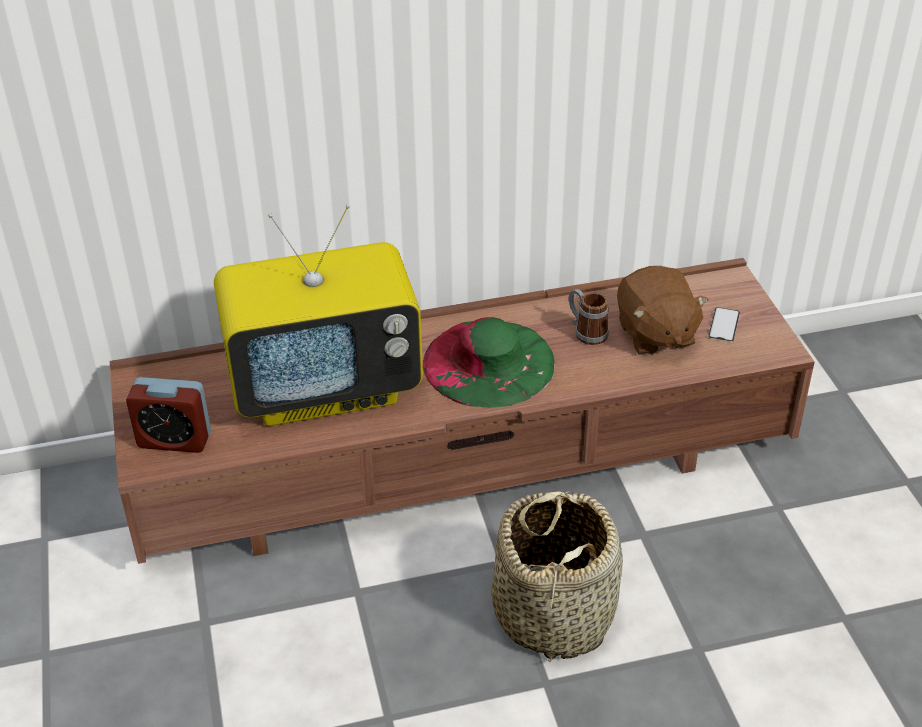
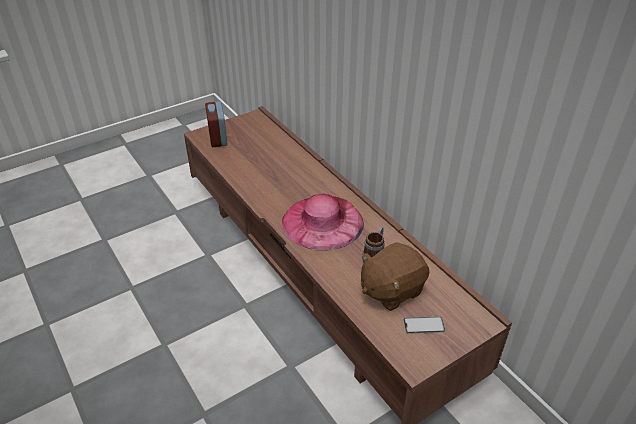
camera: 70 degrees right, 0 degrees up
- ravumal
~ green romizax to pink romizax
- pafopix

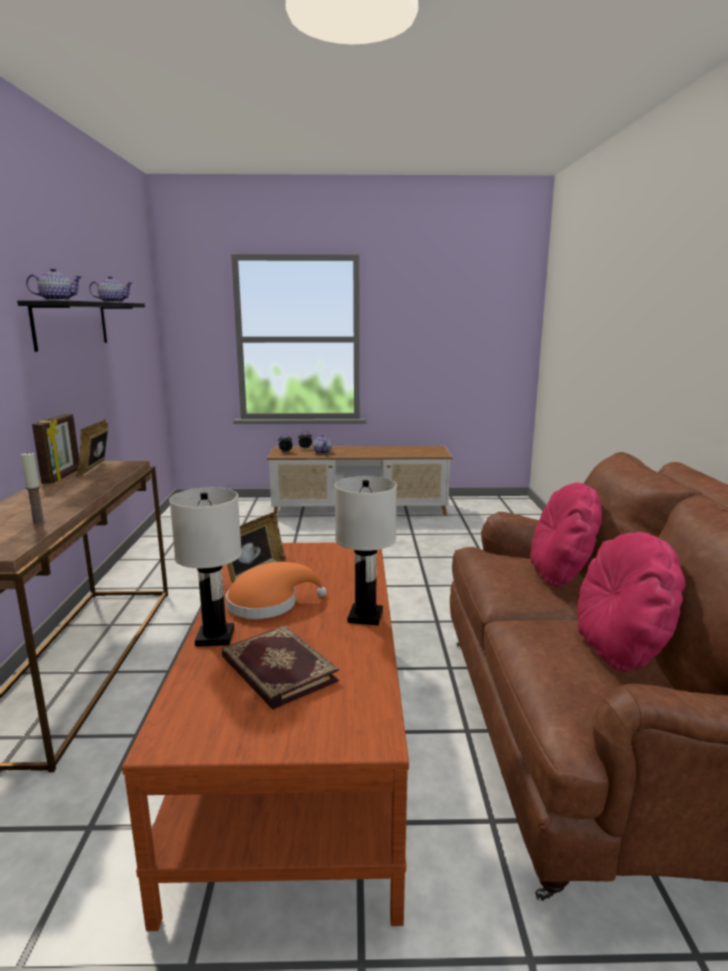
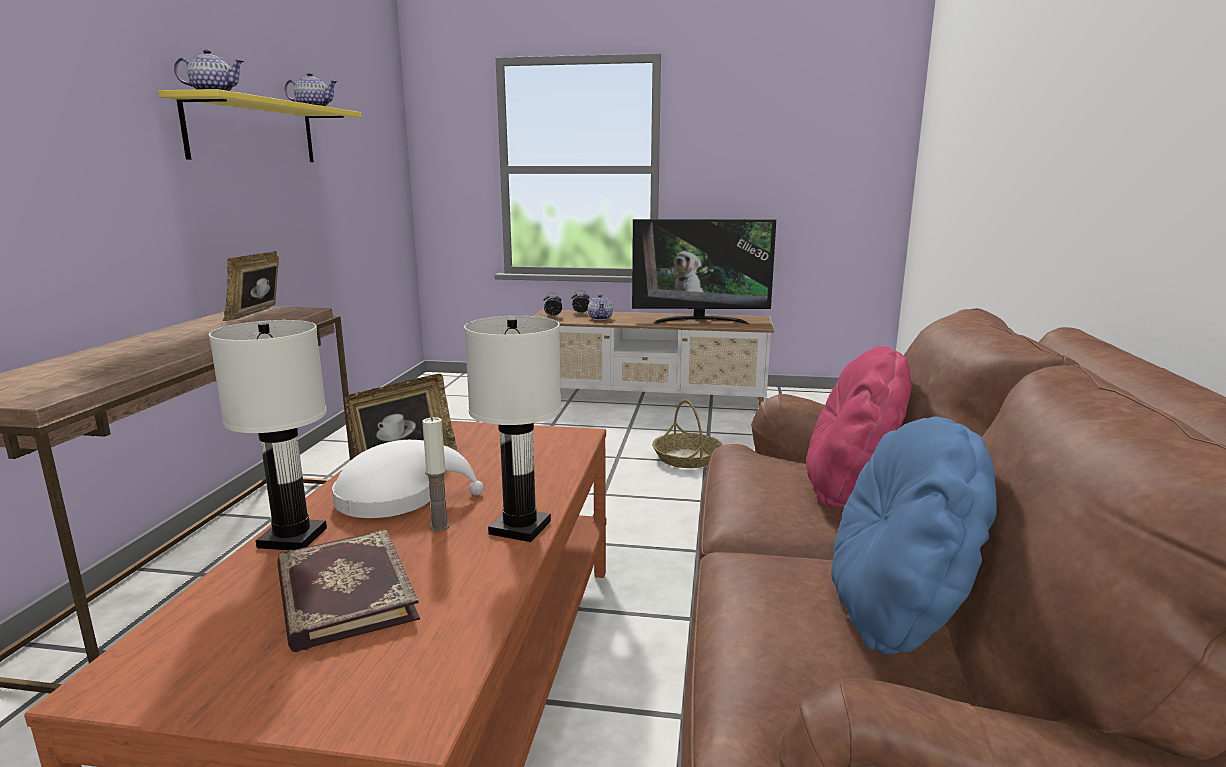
camera: 10 degrees right, 0 degrees up
~ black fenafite to yellow fenafite
~ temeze
- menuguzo (no. 1 from left)
~ orange romizax to white romizax
~ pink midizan (no. 2 from left) to blue midizan
+ ravumal
+ pafopix

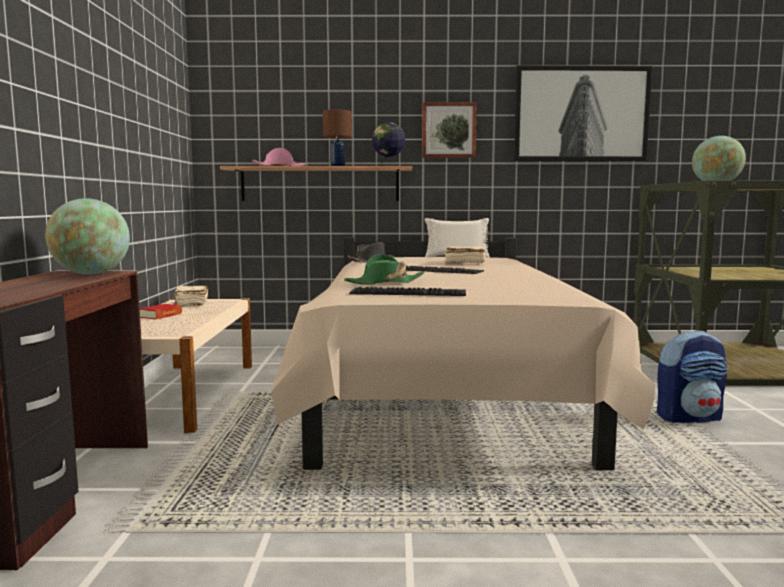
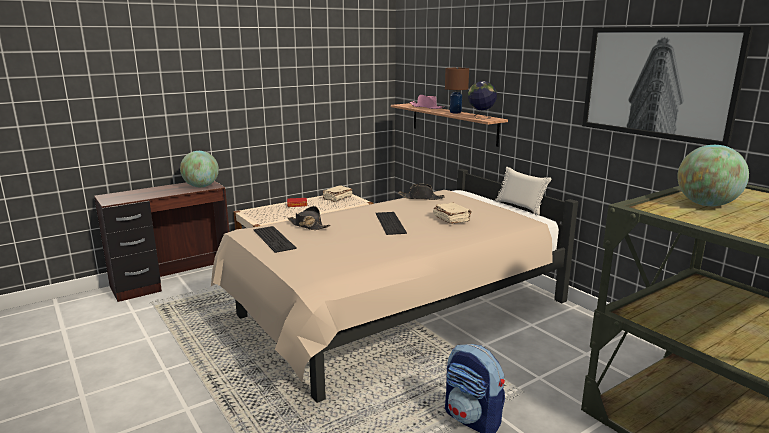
camera: 55 degrees right, 10 degrees up
~ green romizax to black romizax (no. 1 from left)
- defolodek (no. 1 from left)

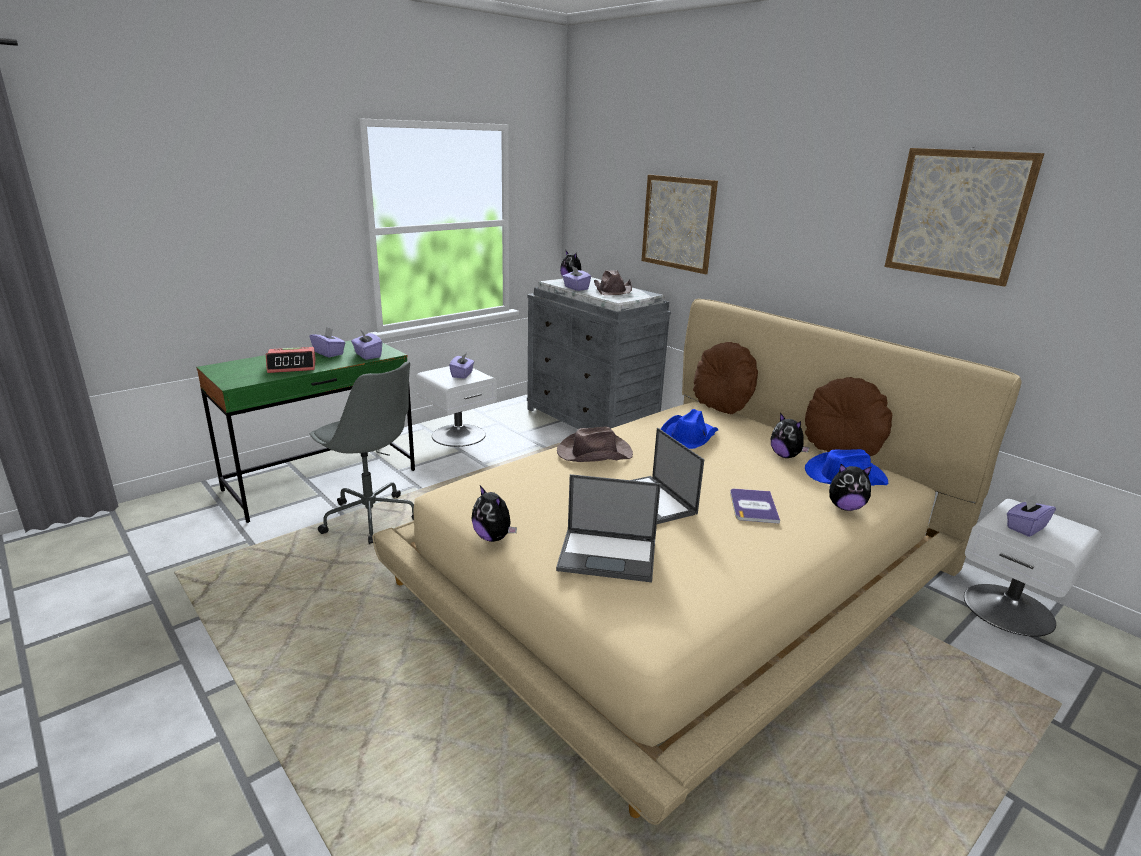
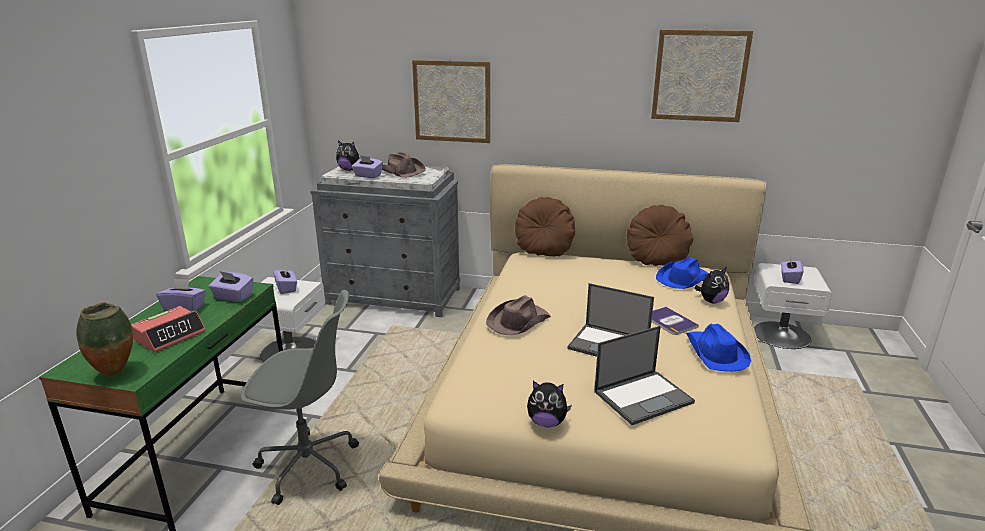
camera: 35 degrees left, 0 degrees up
~ blue romizax (no. 1 from left in the first image) to blue romizax (no. 2 from left)
- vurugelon (no. 3 from left)
+ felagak

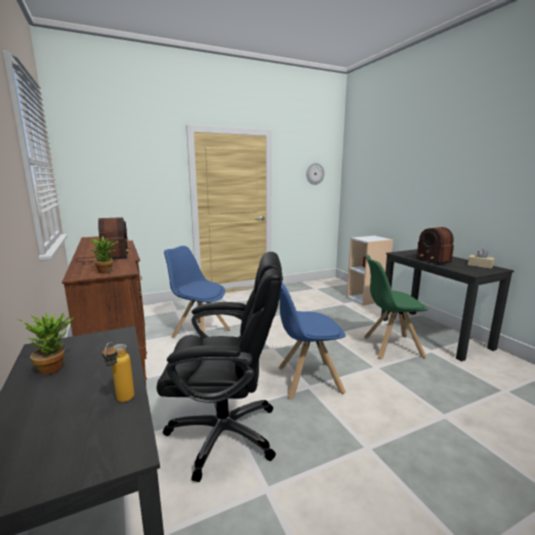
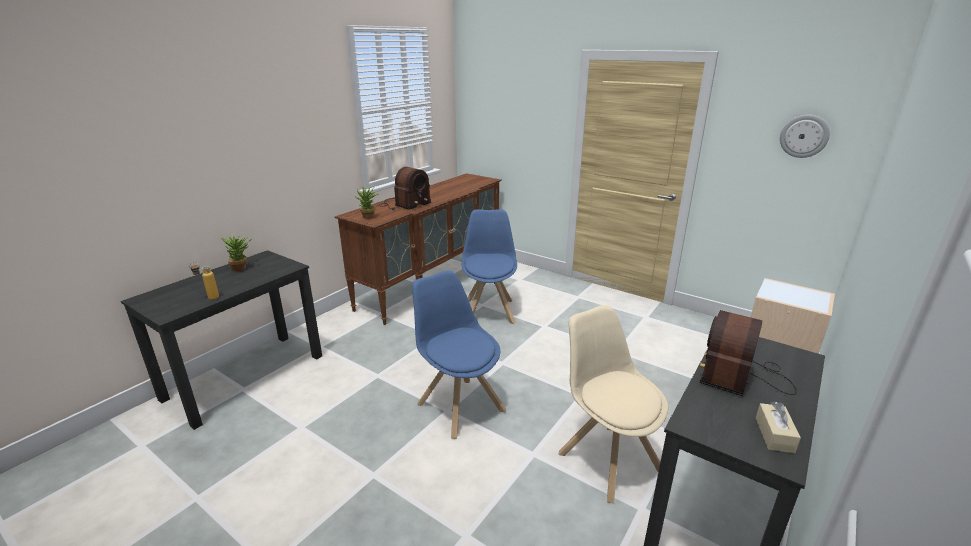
camera: 60 degrees right, 10 degrees up
- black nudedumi
~ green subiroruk to beige subiroruk

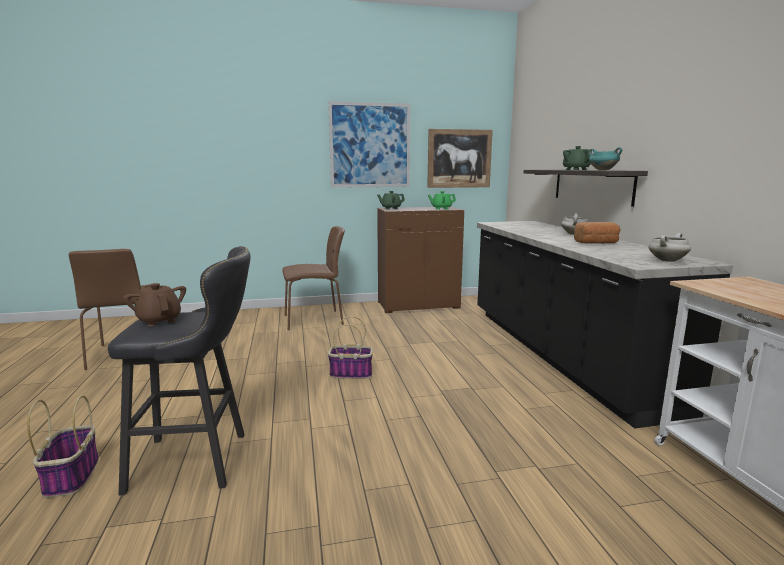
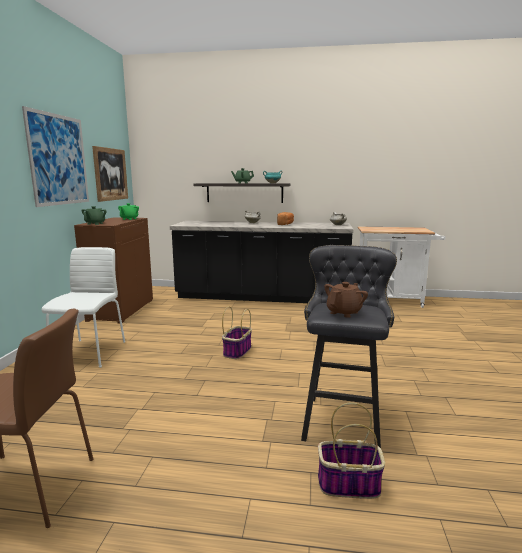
camera: 70 degrees left, 0 degrees up
~ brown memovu 150 degrees clockwise
~ brown subiroruk (no. 2 from left) to white subiroruk

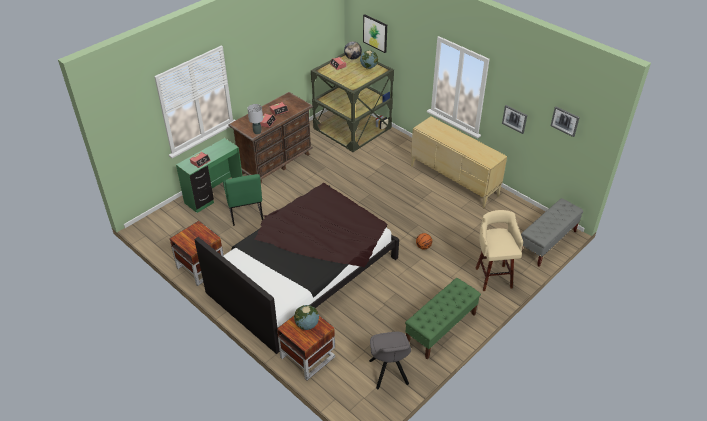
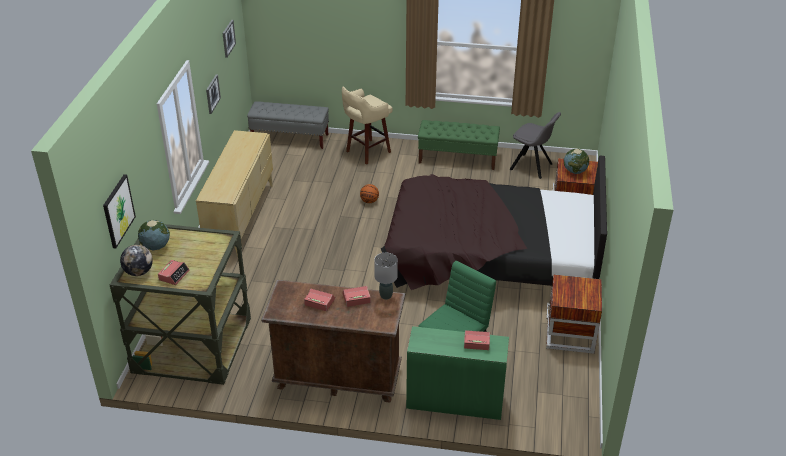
camera: 125 degrees left, 5 degrees down
~ grey subiroruk 75 degrees clockwise

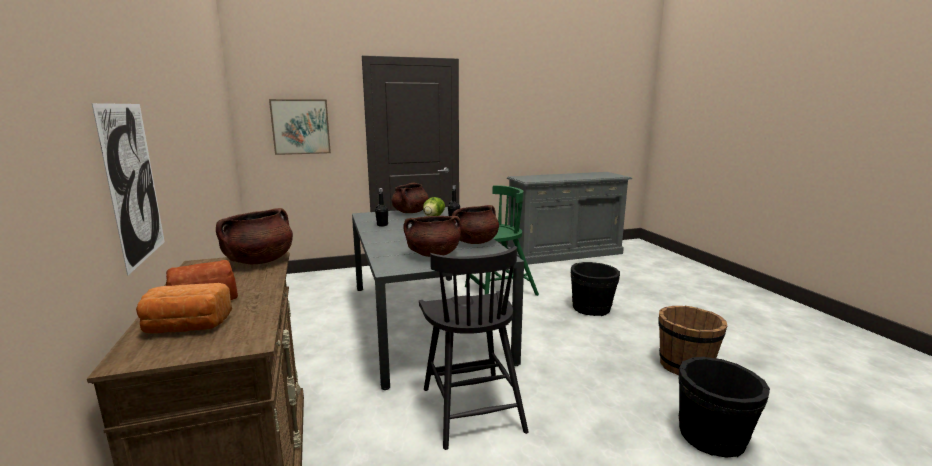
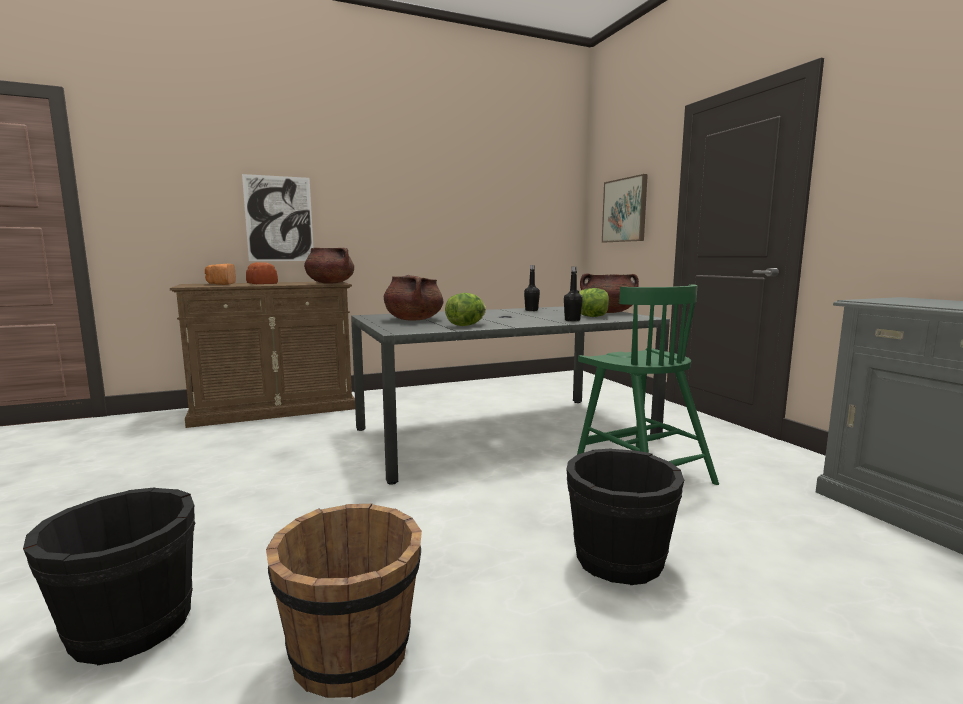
camera: 85 degrees right, 5 degrees down
- black subiroruk
~ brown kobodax (no. 4 from left) to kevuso (no. 1 from left)

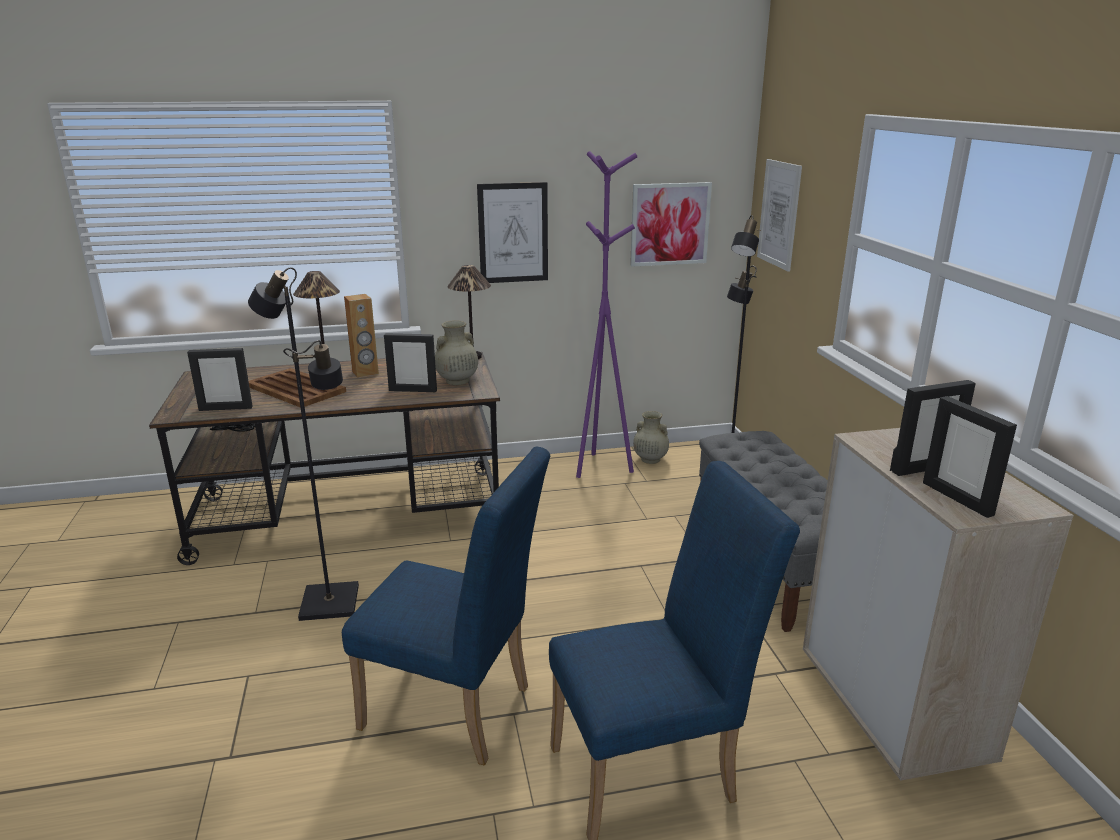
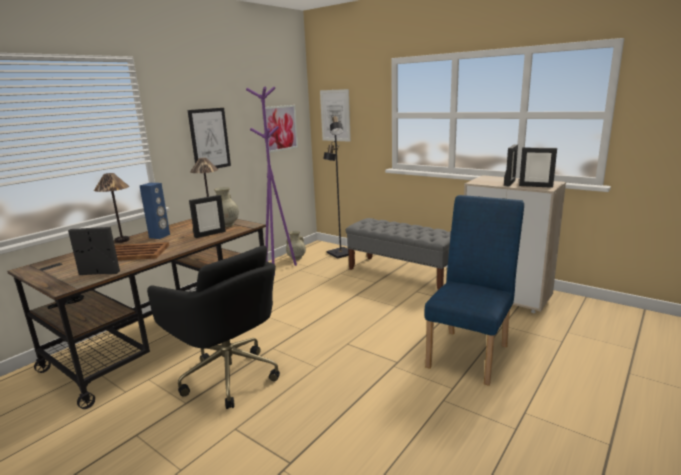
camera: 40 degrees left, 5 degrees down
~ menuguzo (no. 1 from left) 135 degrees counterclockwise
~ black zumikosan (no. 1 from left) to black nudedumi
- blue subiroruk (no. 1 from left)
~ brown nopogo to blue nopogo

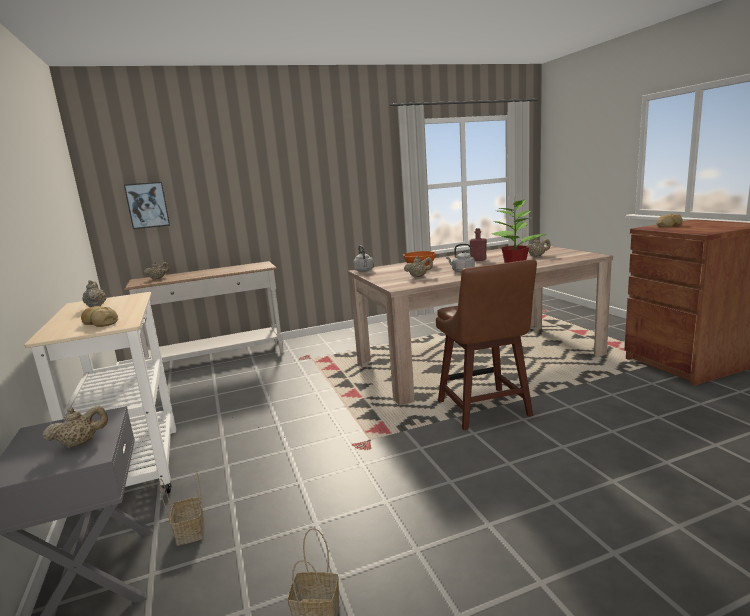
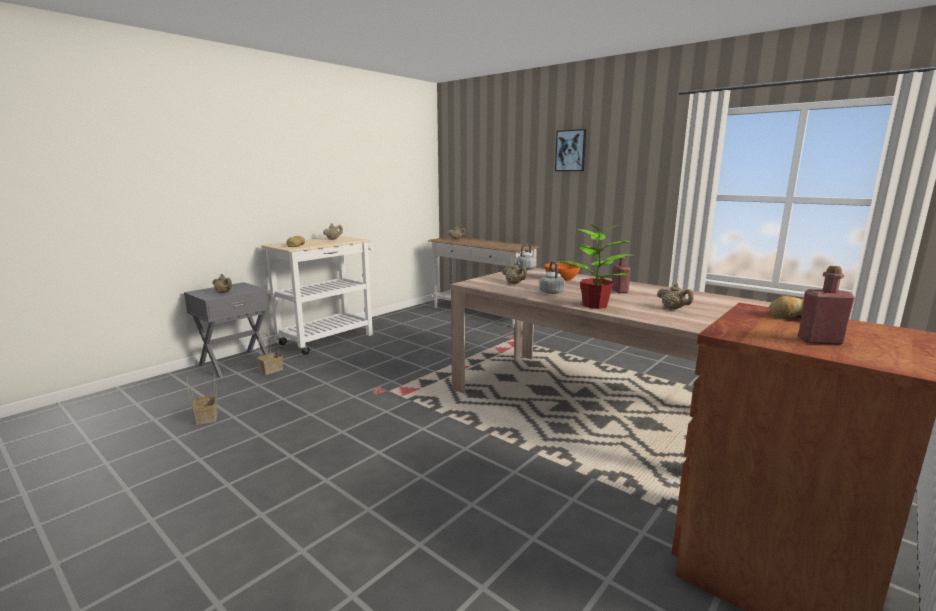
camera: 60 degrees right, 0 degrees up
~ defolodek
- brown subiroruk
+ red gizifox (no. 2 from left)

